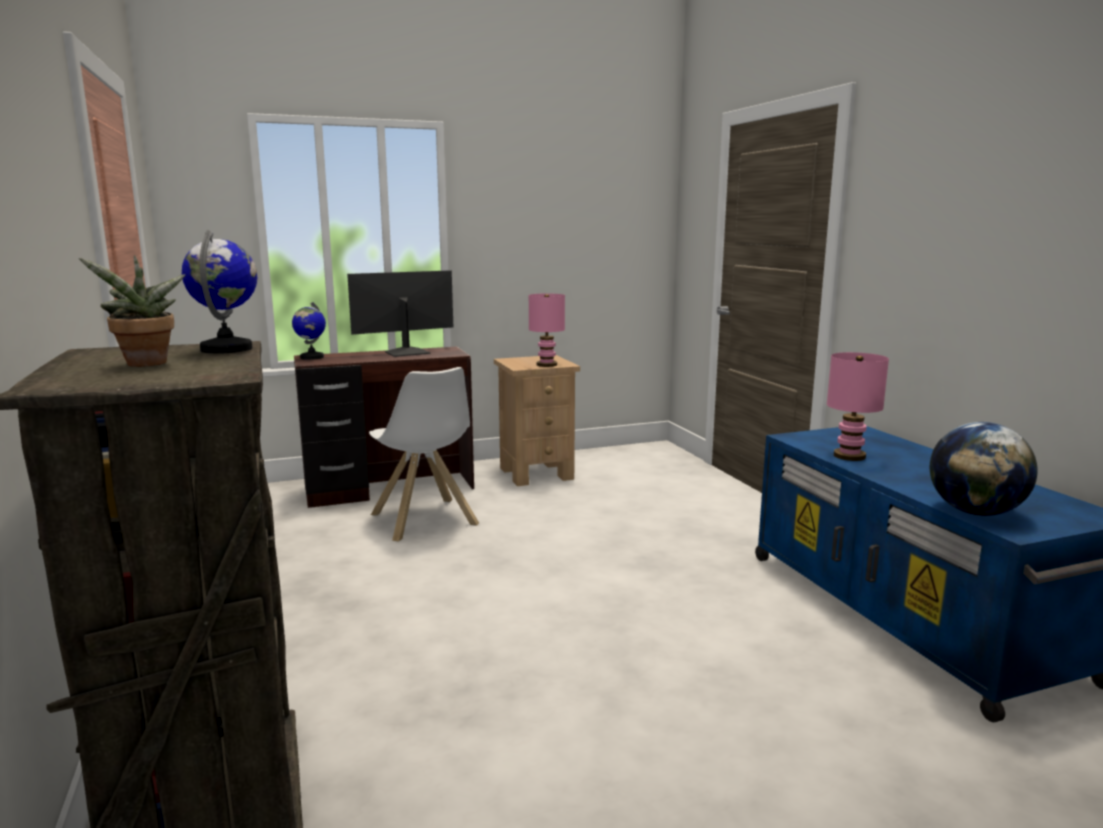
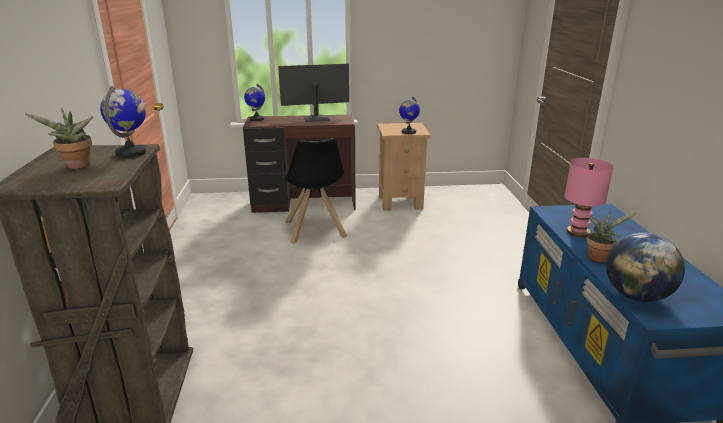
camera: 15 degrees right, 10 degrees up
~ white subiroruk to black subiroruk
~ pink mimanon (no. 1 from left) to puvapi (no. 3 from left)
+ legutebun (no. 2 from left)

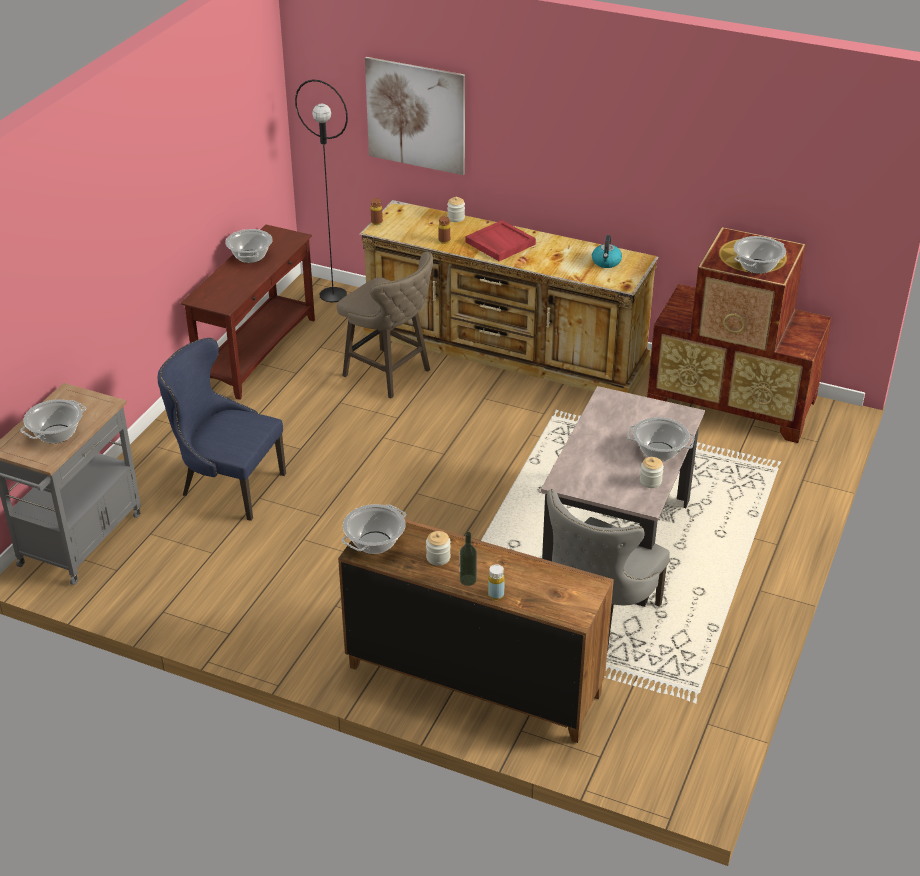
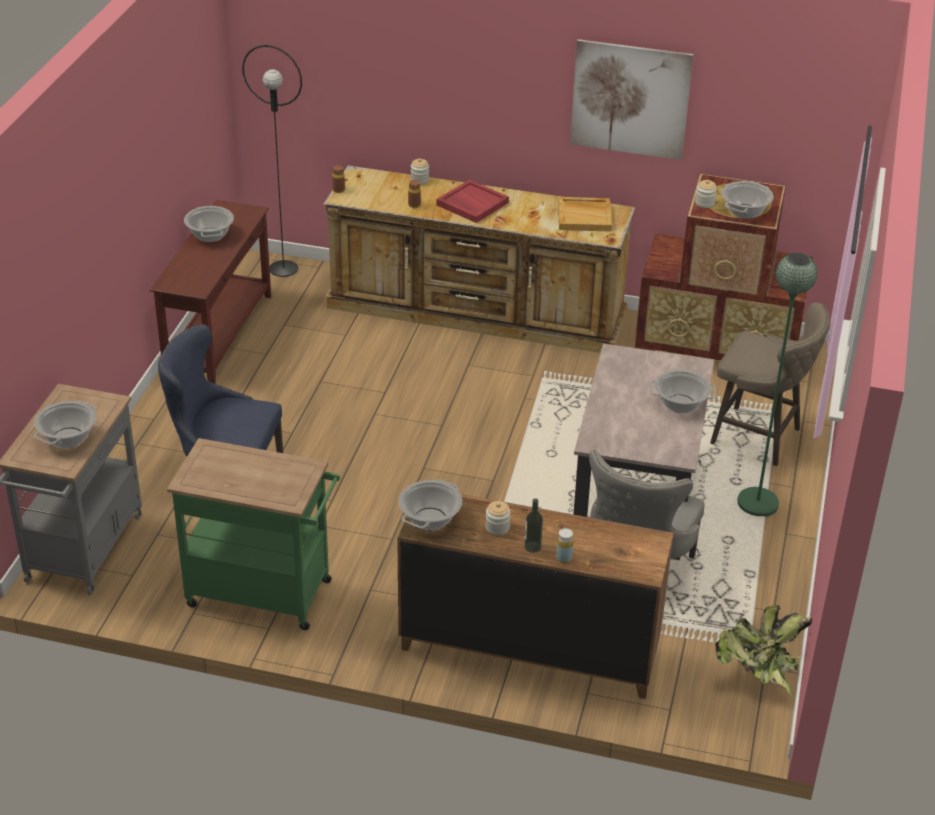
camera: 10 degrees left, 0 degrees up
~ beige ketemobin
~ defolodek
~ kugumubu to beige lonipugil
~ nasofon (no. 3 from left)
+ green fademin
+ legutebun
+ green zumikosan

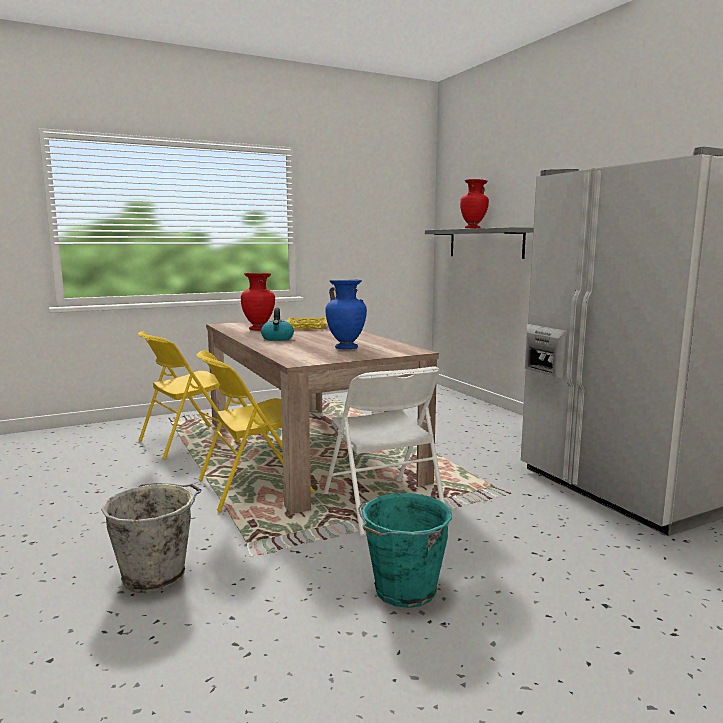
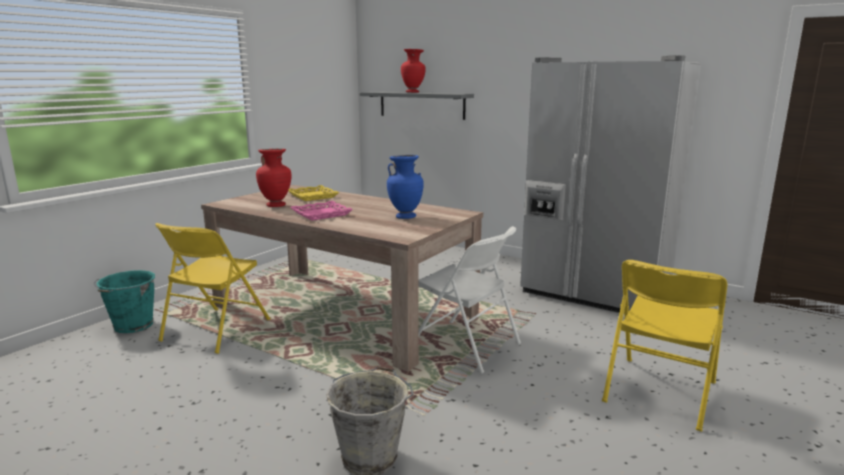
camera: 30 degrees left, 5 degrees up
~ yellow subiroruk (no. 2 from left)
~ kugumubu to pink lonipugil
~ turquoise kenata

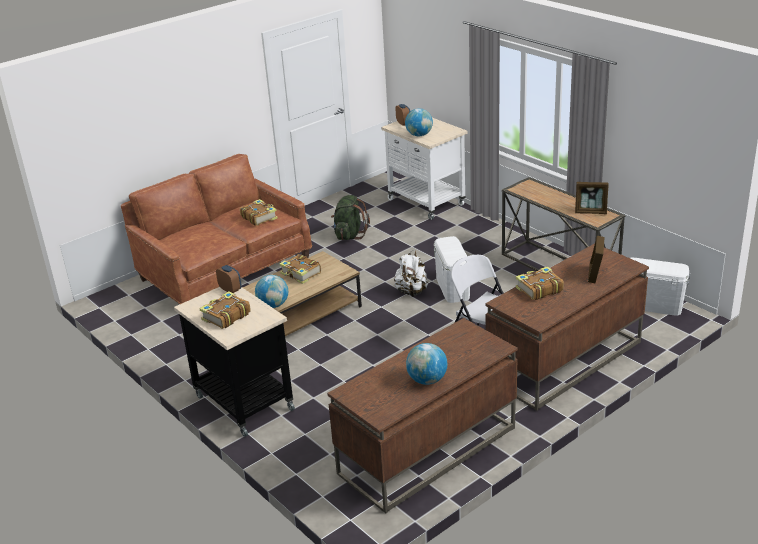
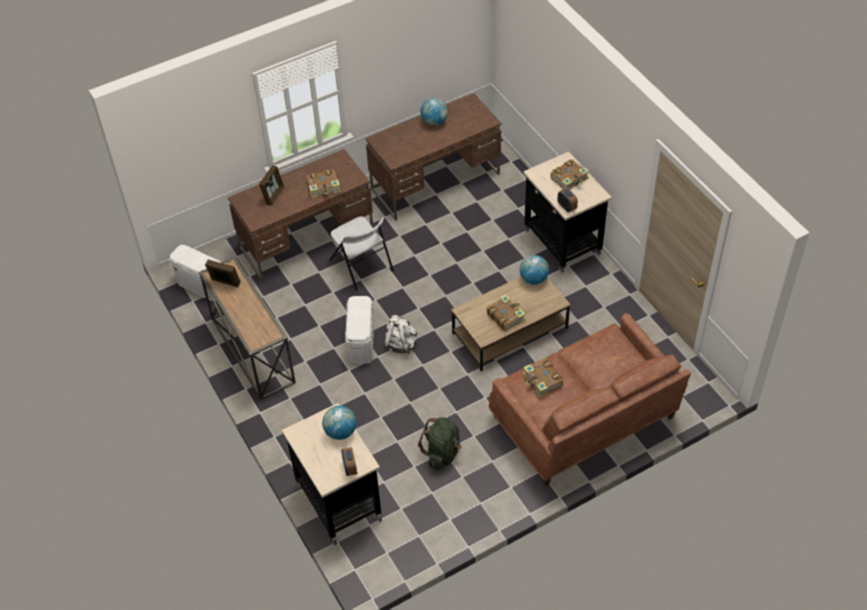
camera: 170 degrees left, 20 degrees up
~ white fademin to black fademin (no. 1 from left)

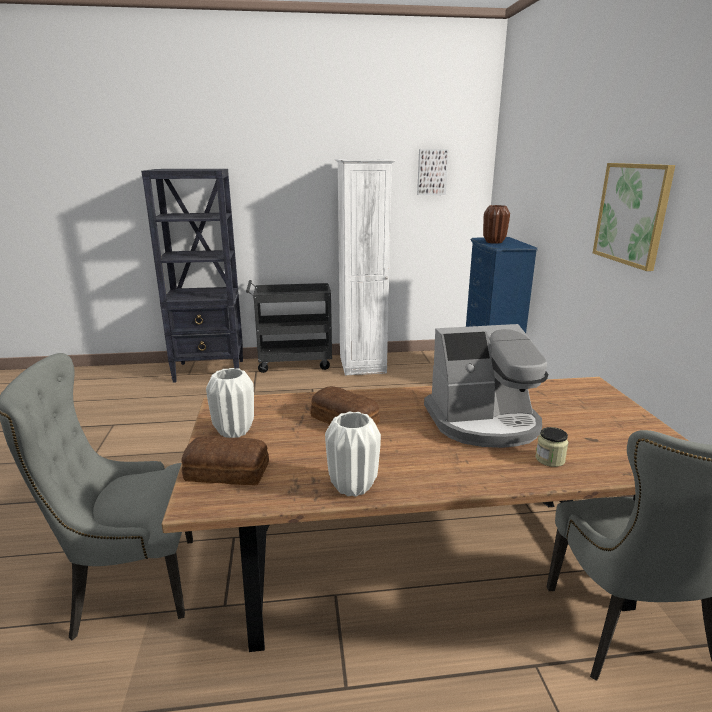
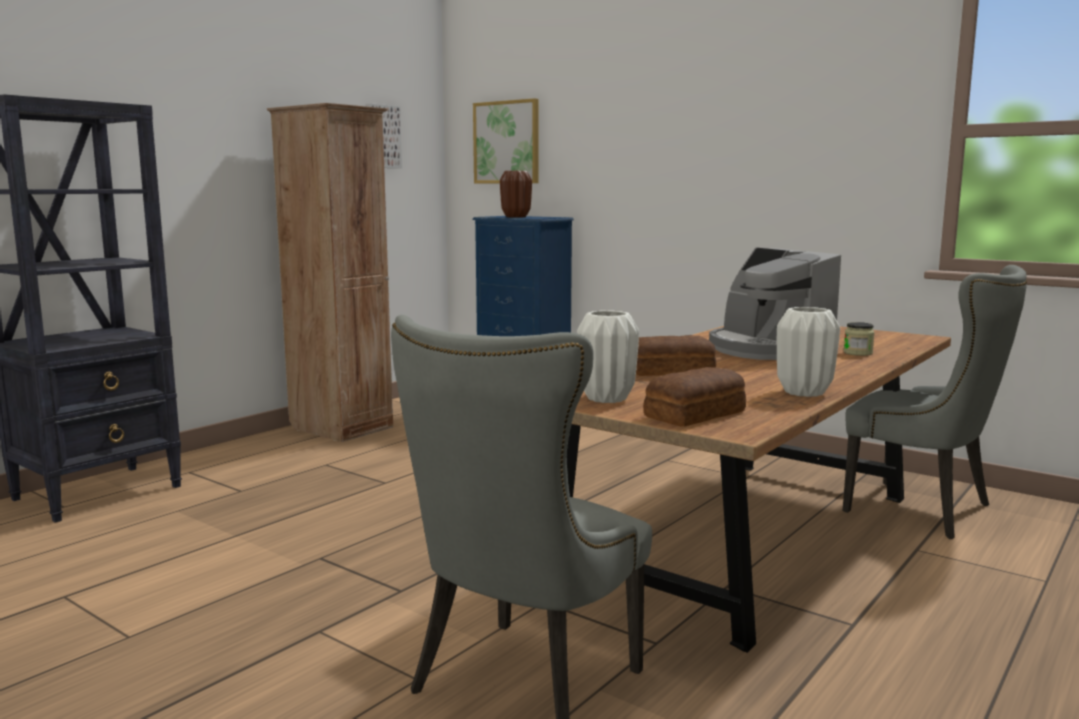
camera: 45 degrees left, 10 degrees down
- grey fademin
~ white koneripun to brown koneripun
~ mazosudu 120 degrees clockwise
~ defolodek (no. 2 from left)

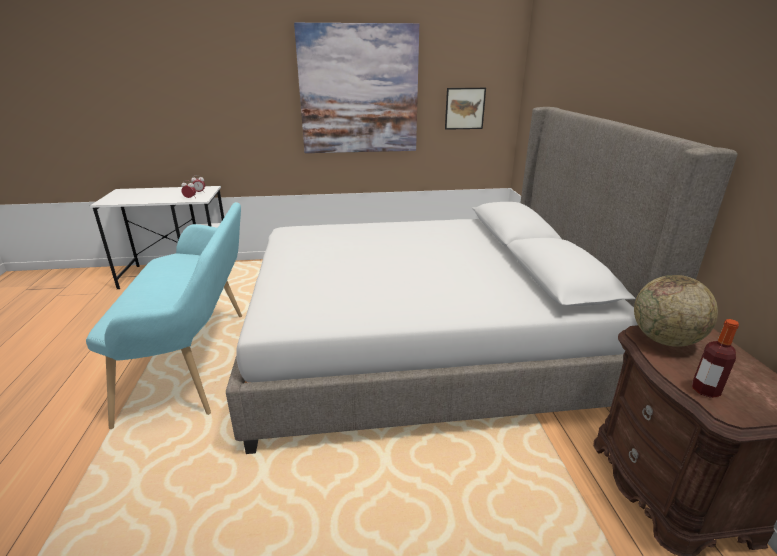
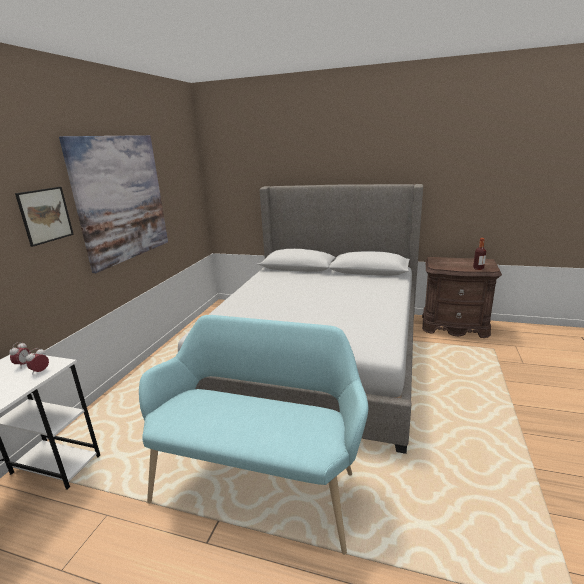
camera: 65 degrees left, 5 degrees down
~ defolodek (no. 2 from left in the first image) to defolodek (no. 1 from left)
- puvapi

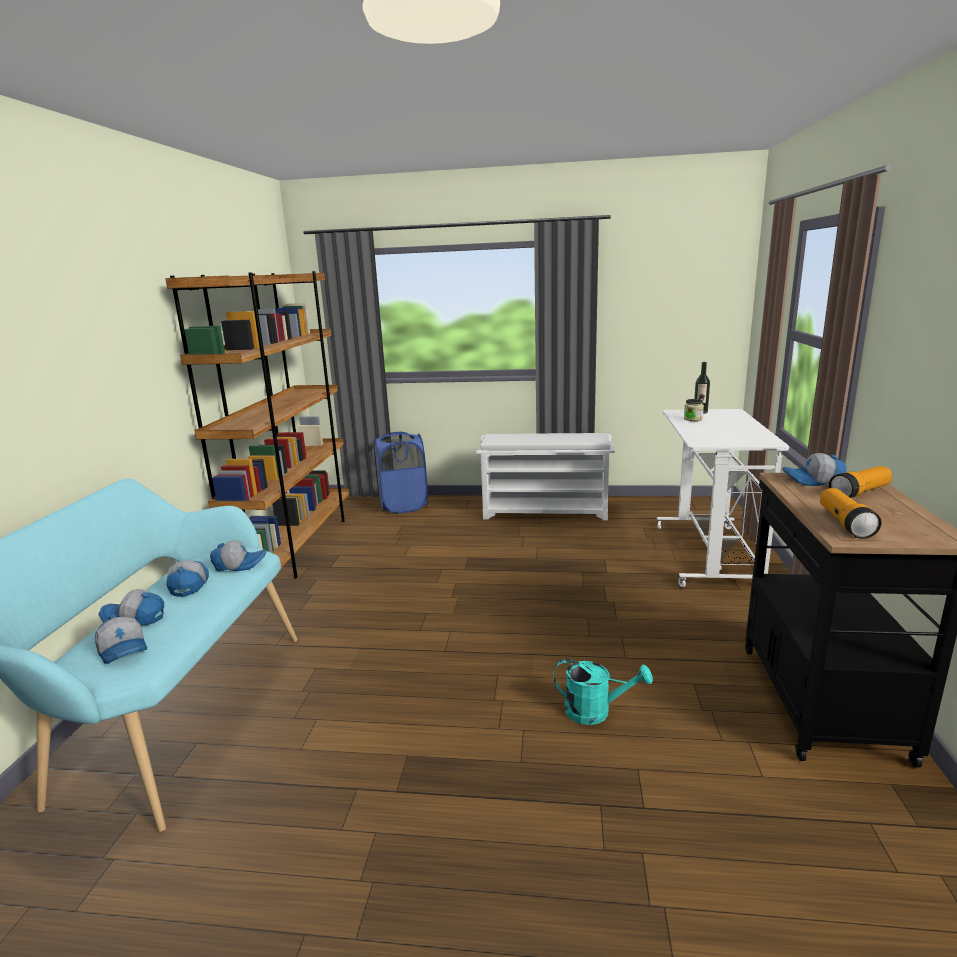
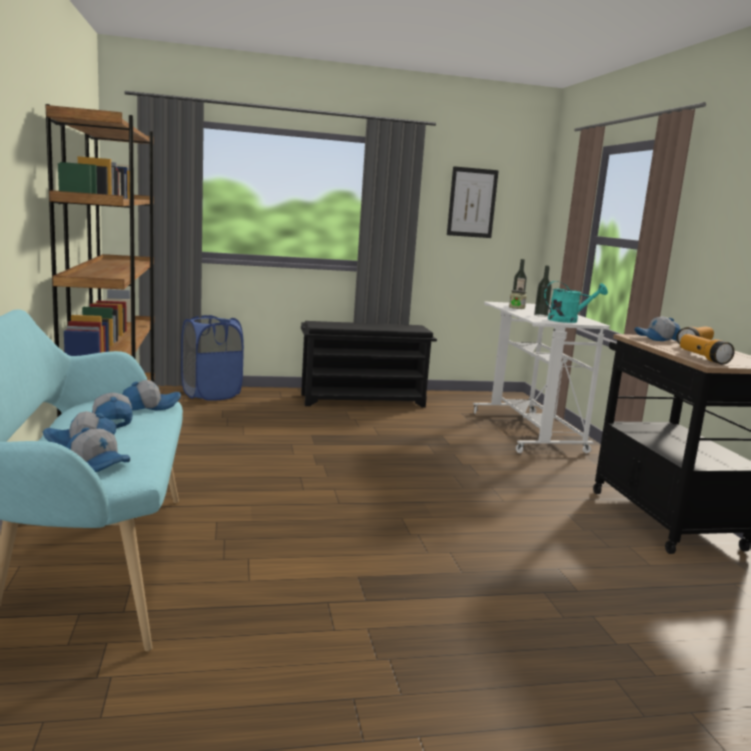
camera: 20 degrees left, 5 degrees down
~ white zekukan to black zekukan
~ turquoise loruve
+ defolodek
+ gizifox (no. 2 from left)

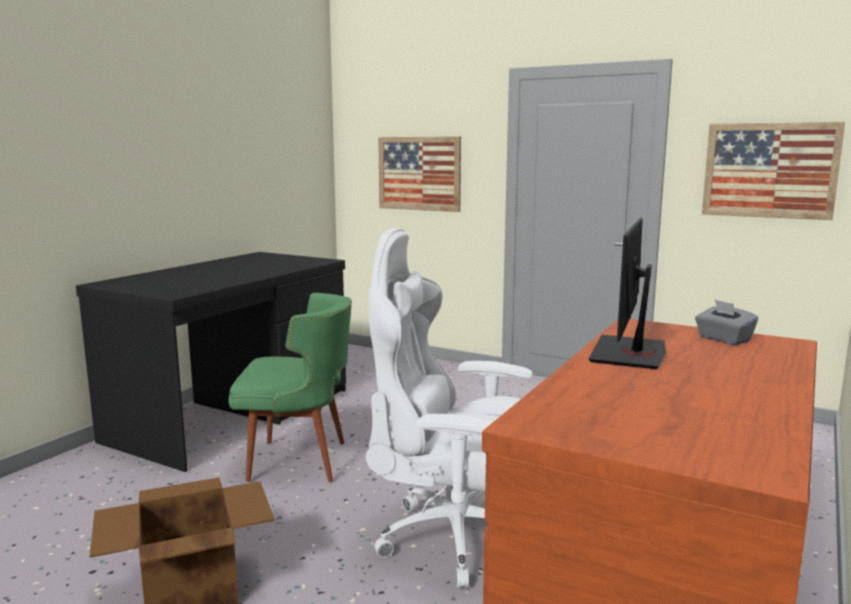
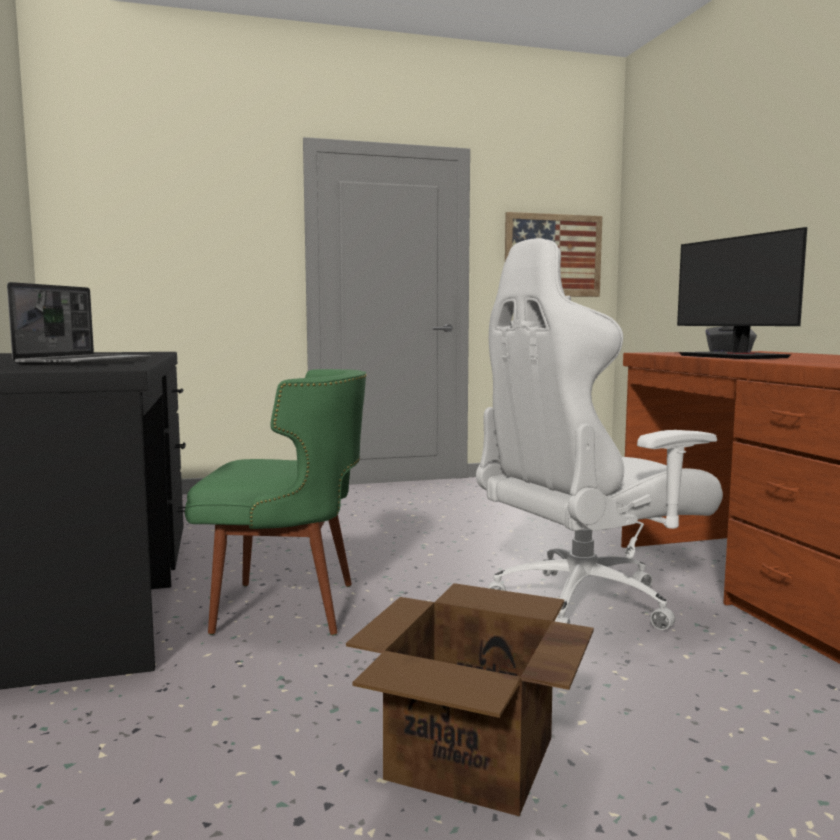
camera: 45 degrees left, 5 degrees down
~ green subiroruk 45 degrees clockwise
- defolodek (no. 1 from left)
+ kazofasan

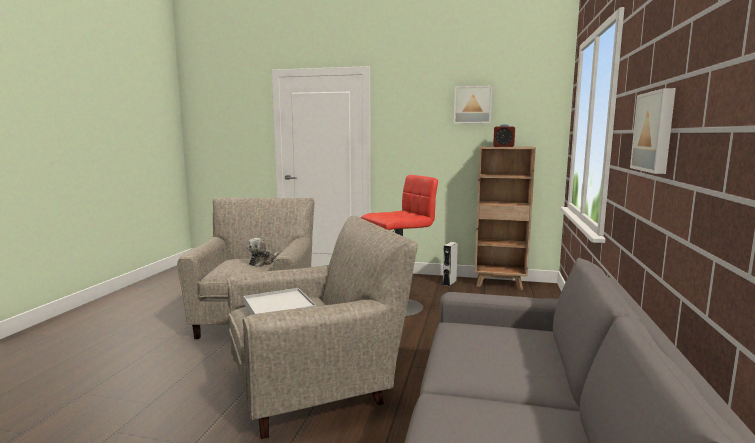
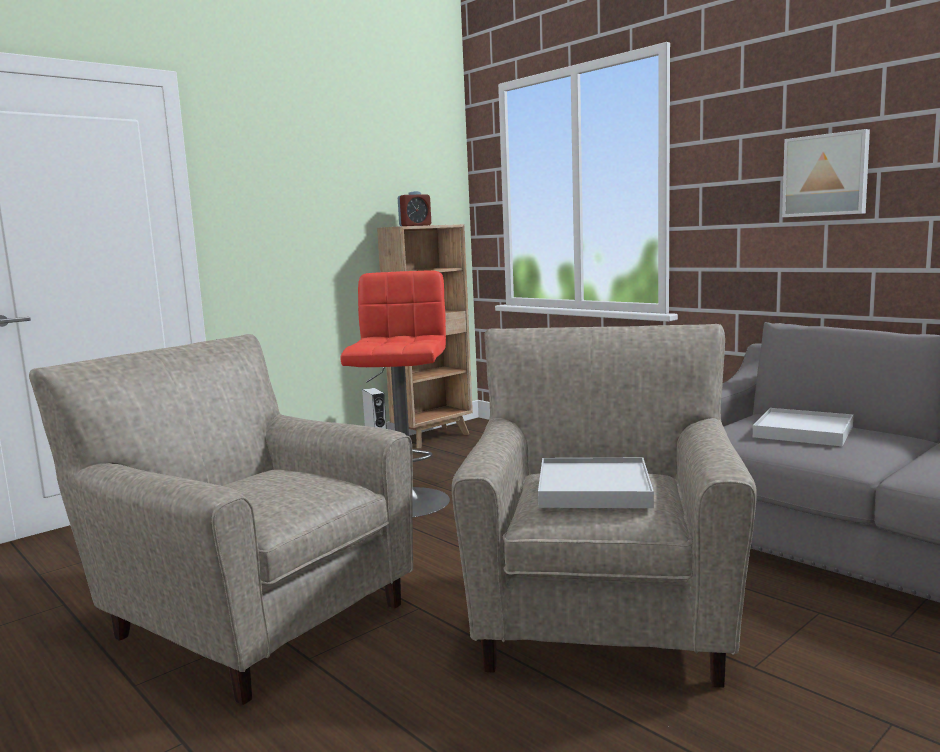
camera: 55 degrees left, 0 degrees up
- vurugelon
- defolodek (no. 1 from left)
+ white lonipugil (no. 2 from left)

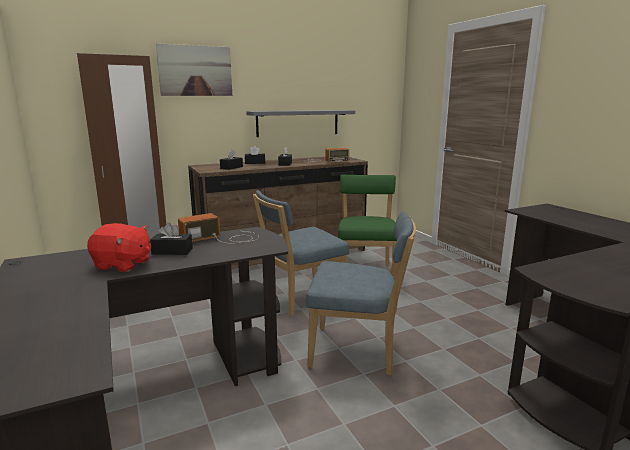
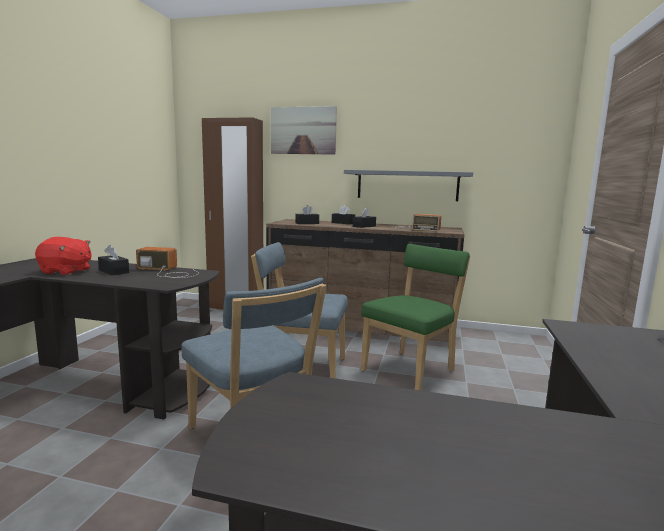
camera: 40 degrees right, 5 degrees down
~ red vurugelon 45 degrees counterclockwise

